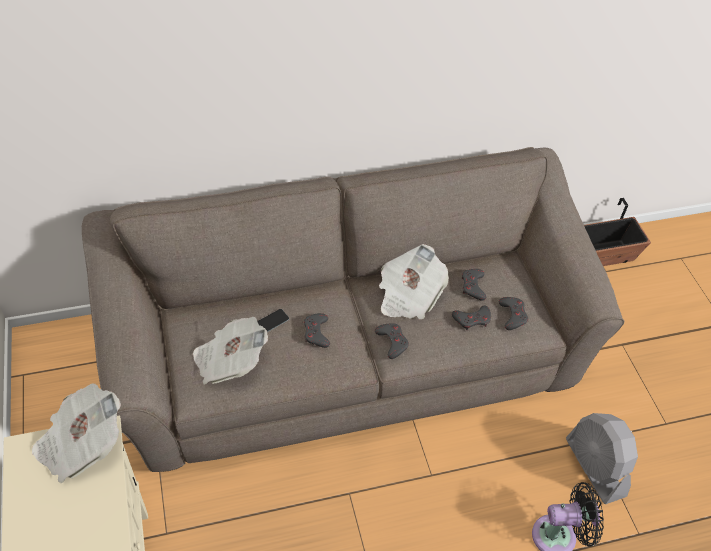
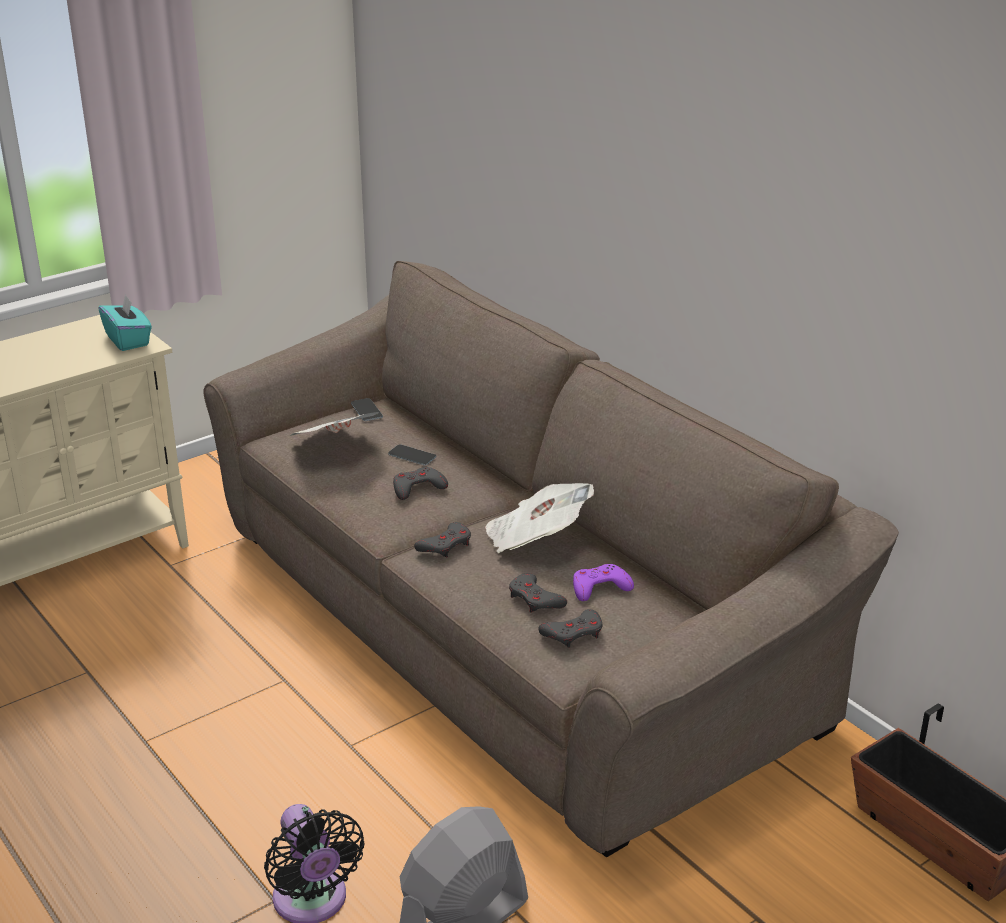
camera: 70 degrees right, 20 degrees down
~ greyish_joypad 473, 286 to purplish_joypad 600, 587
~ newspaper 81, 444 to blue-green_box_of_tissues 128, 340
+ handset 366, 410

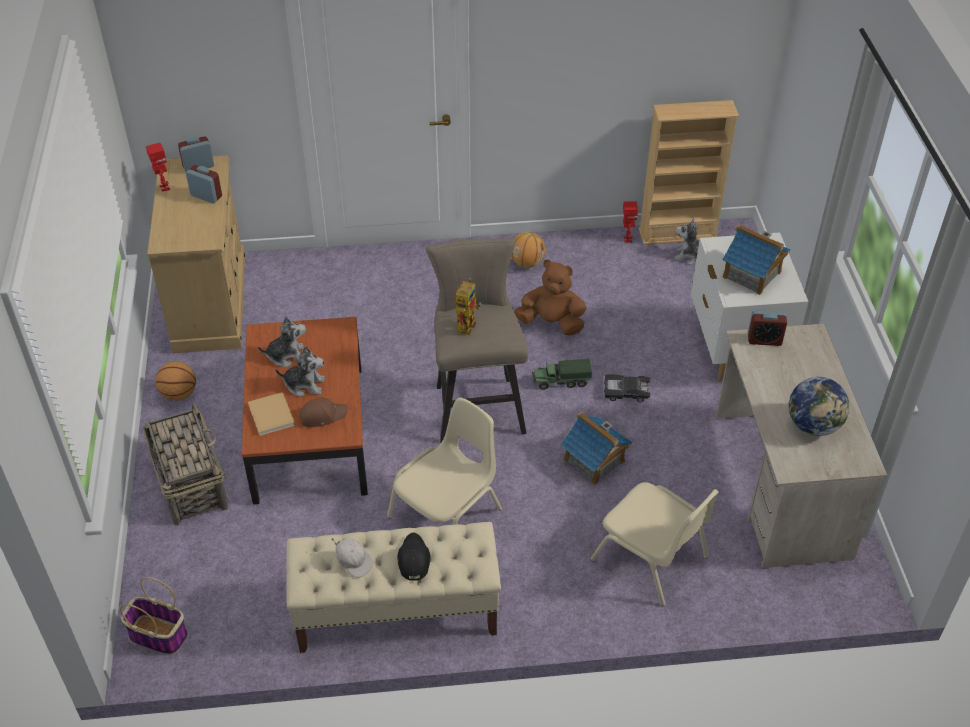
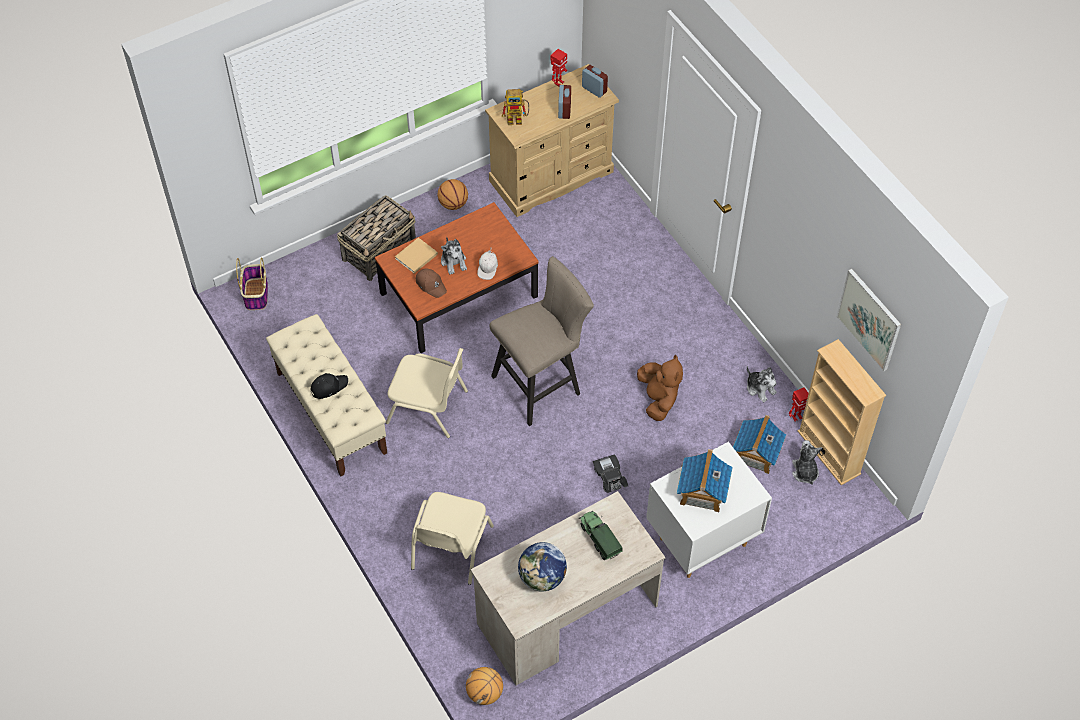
camera: 65 degrees right, 10 degrees up
~ ball_for_basketball 527, 263 to 485, 693
~ model_robot 466, 323 to 518, 119
- bedside_clock 764, 340
~ plush_toy 286, 355 to 760, 388
~ toy_lorry 561, 381 to 599, 539
~ toy_house 594, 461 to 756, 454
~ white-coloured_cap 353, 562 to 488, 269
+ wall_art 869, 319

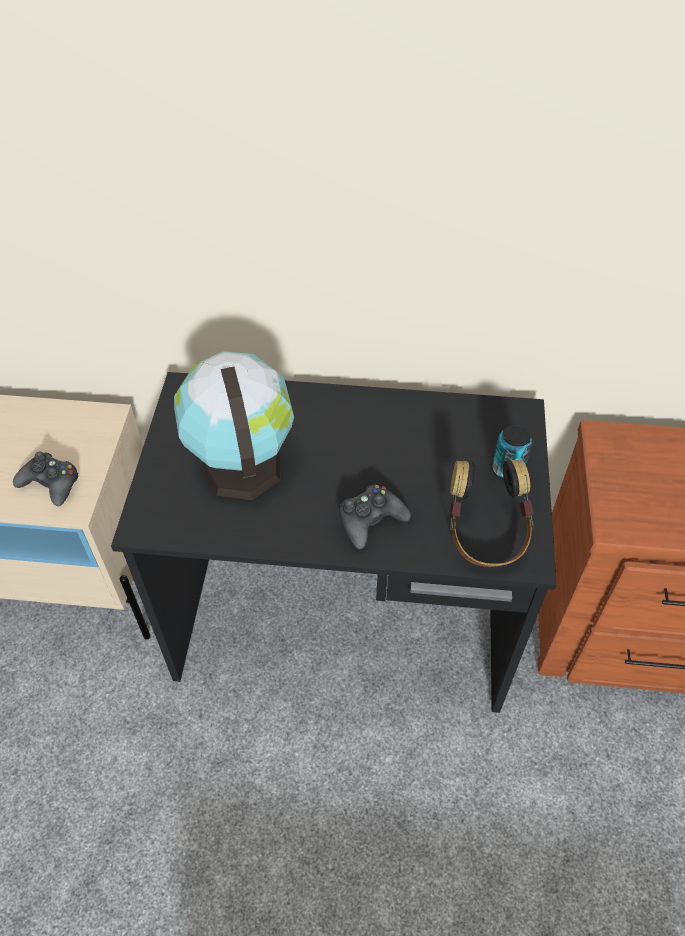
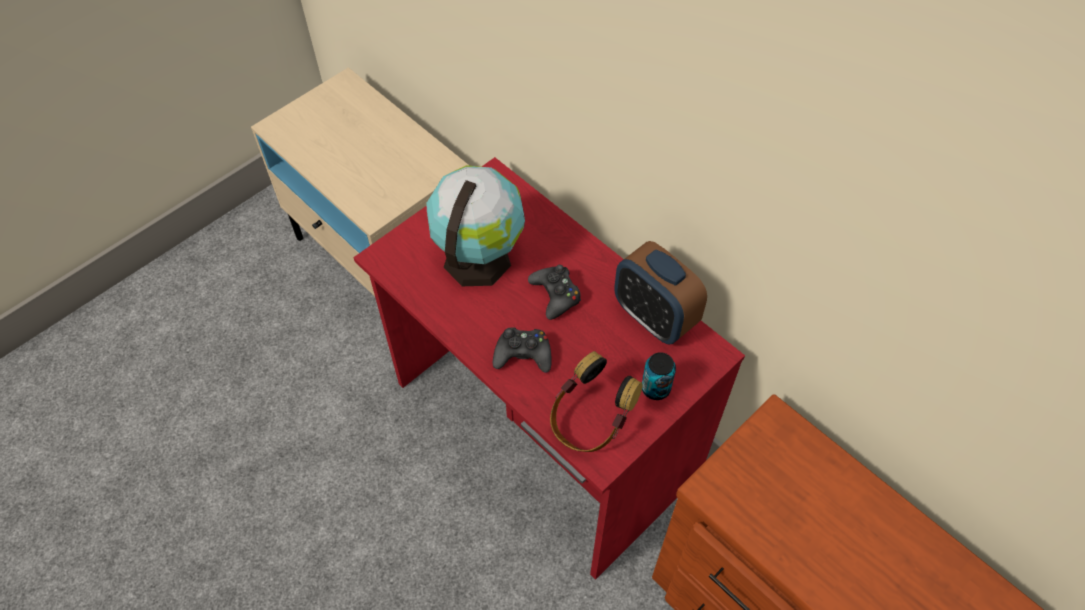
camera: 40 degrees right, 5 degrees up
~ black_desk 343, 623 to reddish_desk 543, 431
~ black_joypad 51, 483 to 555, 295
+ bedside_clock 654, 317

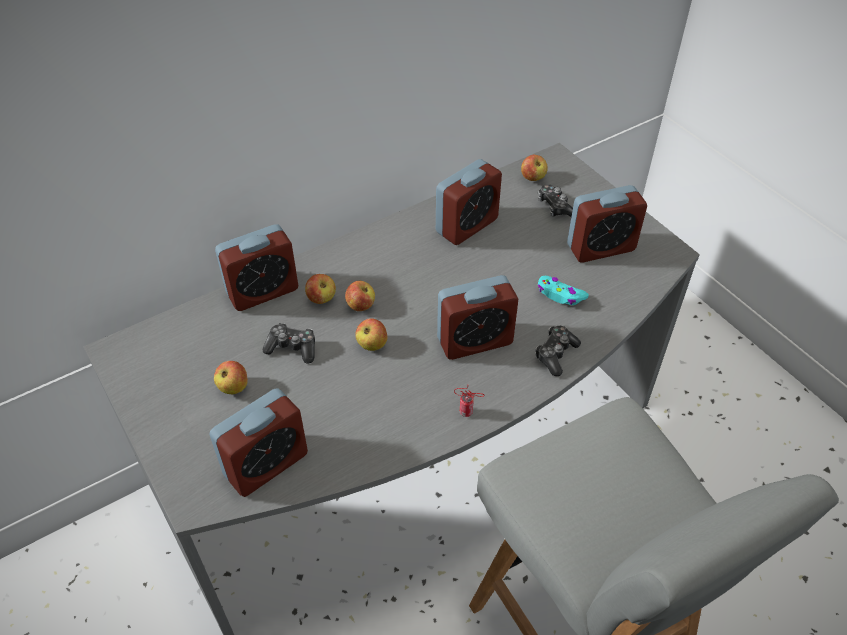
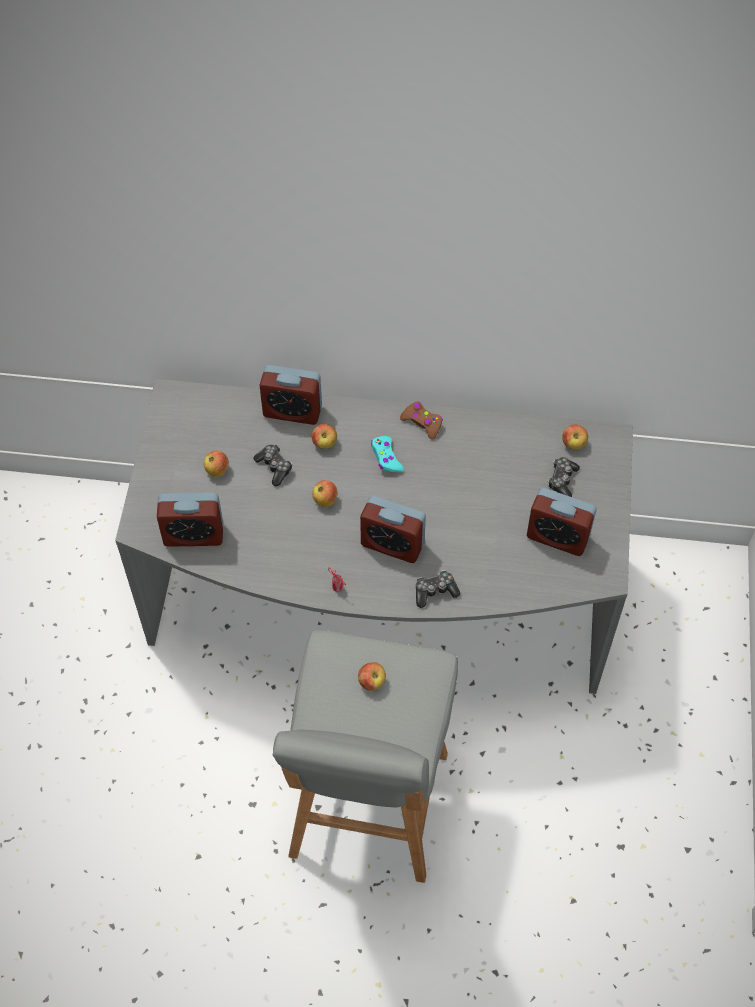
camera: 40 degrees right, 10 degrees up
- bedside_clock 467, 226
~ blue-green_joypad 560, 295 to 386, 458
~ apple 361, 305 to 371, 681
+ brownish_joypad 422, 422

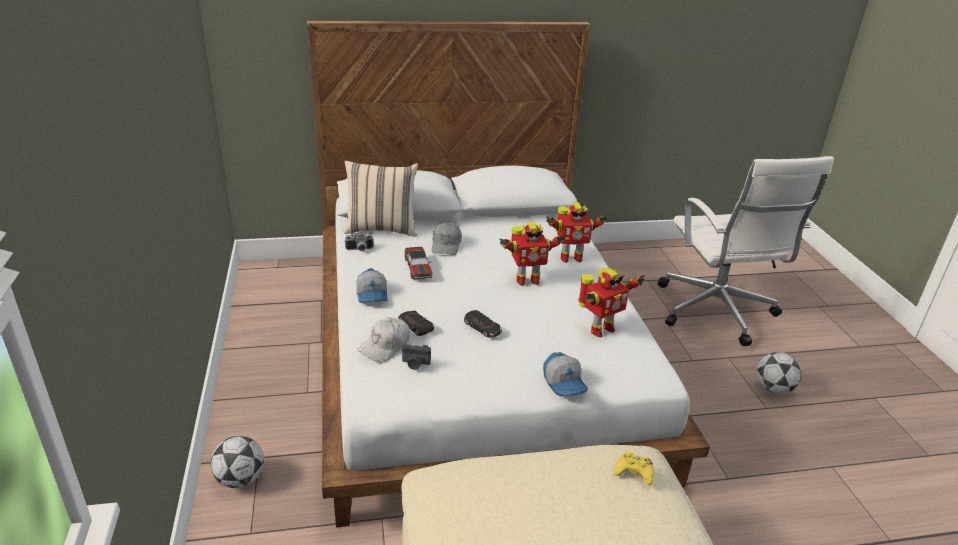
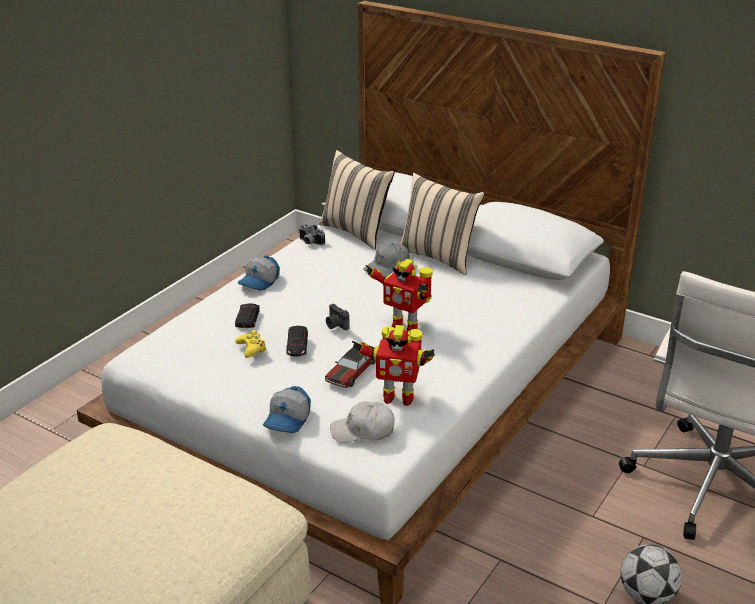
camera: 45 degrees right, 0 degrees up
- model_robot 570, 258
~ toy_car 418, 268 to 352, 372
~ white-coloured_cap 385, 345 to 363, 431
~ photo_camera 415, 364 to 336, 325
- football_ball 240, 479
~ yellow-coloured_joypad 634, 472 to 251, 348
+ beige_pillow 438, 257

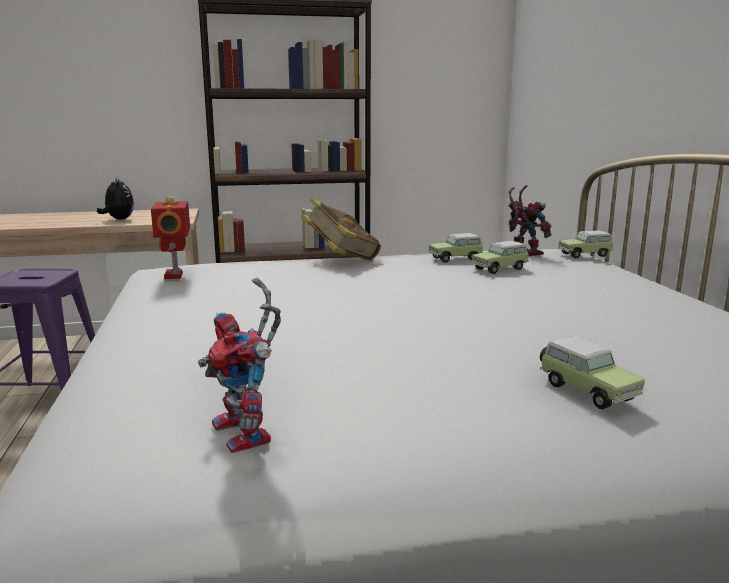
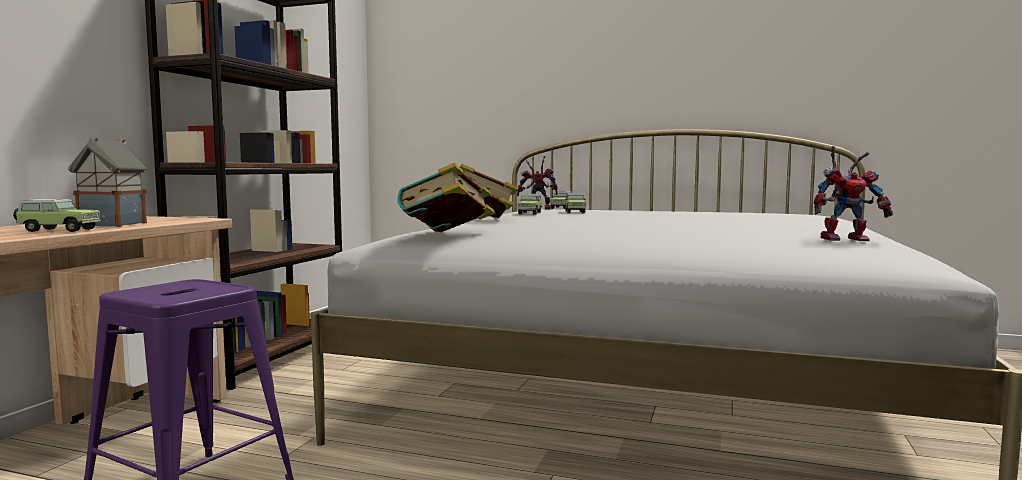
camera: 60 degrees left, 10 degrees down
~ plush_toy 118, 219 to toy_house 112, 225
~ model_robot 175, 275 to bound_book 447, 235
~ toy_car 585, 390 to 57, 230

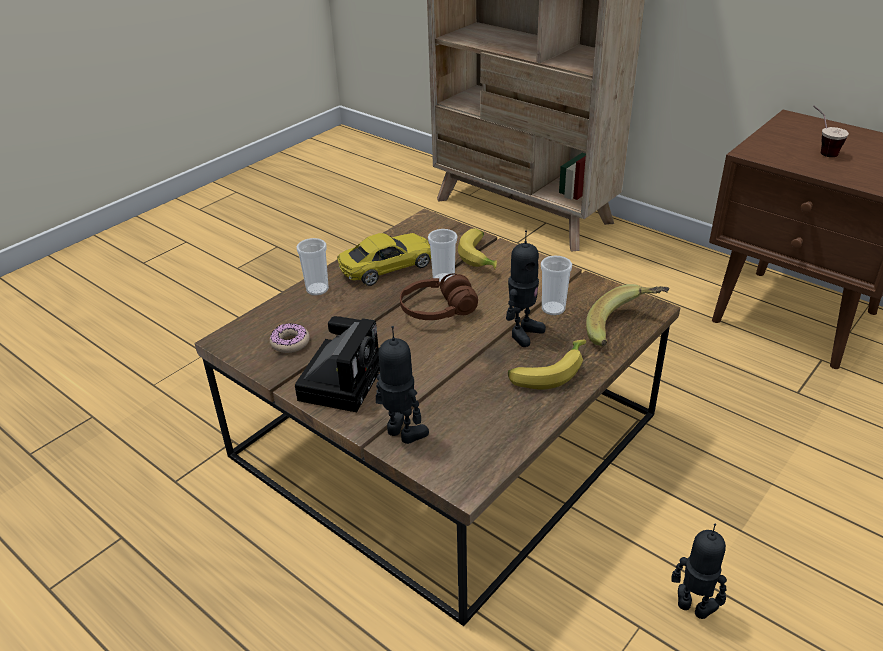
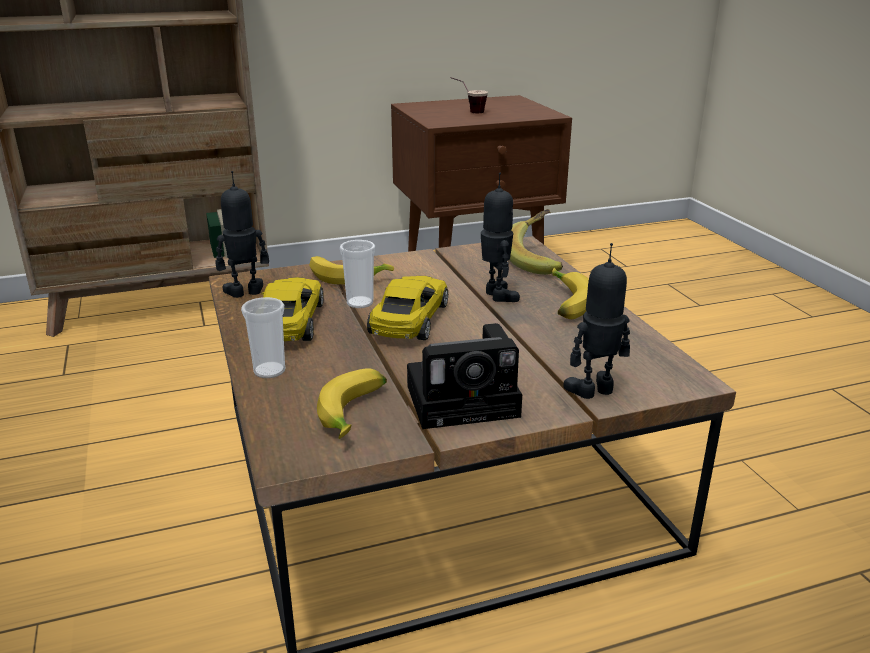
camera: 60 degrees left, 10 degrees down
- cup 553, 309
~ brownish_headphones 438, 310 to yellow-coloured_toy_car 409, 320
~ photo_camera 342, 379 = 467, 400 120 degrees clockwise
~ ring_doughnut 290, 343 to banana_fruit 356, 415
~ model_robot 693, 607 to 245, 293

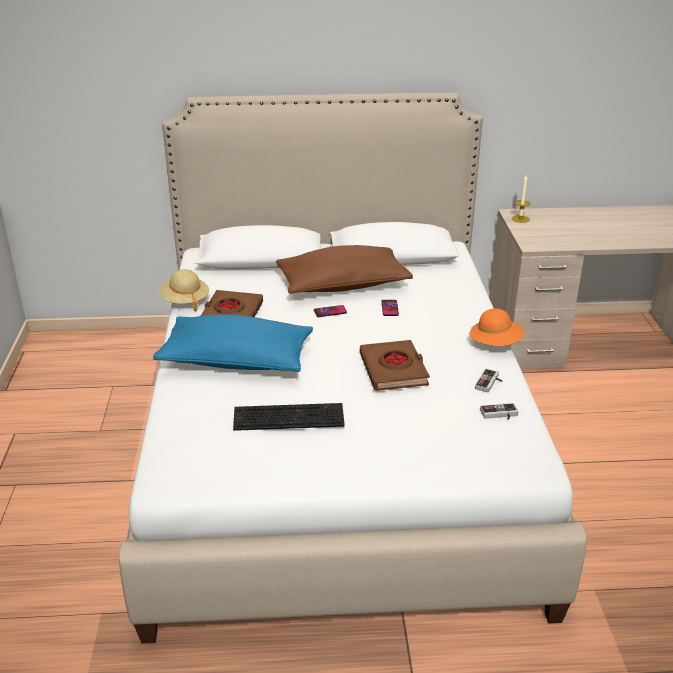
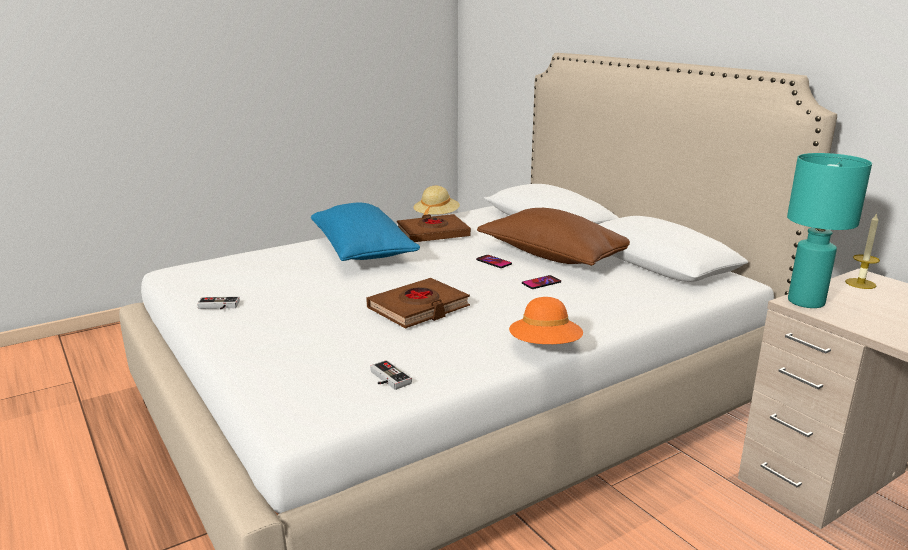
camera: 60 degrees right, 10 degrees down
~ joypad 490, 383 to 218, 306
- keyboard 290, 416
+ blue-green_lamp_for_a_table 805, 301

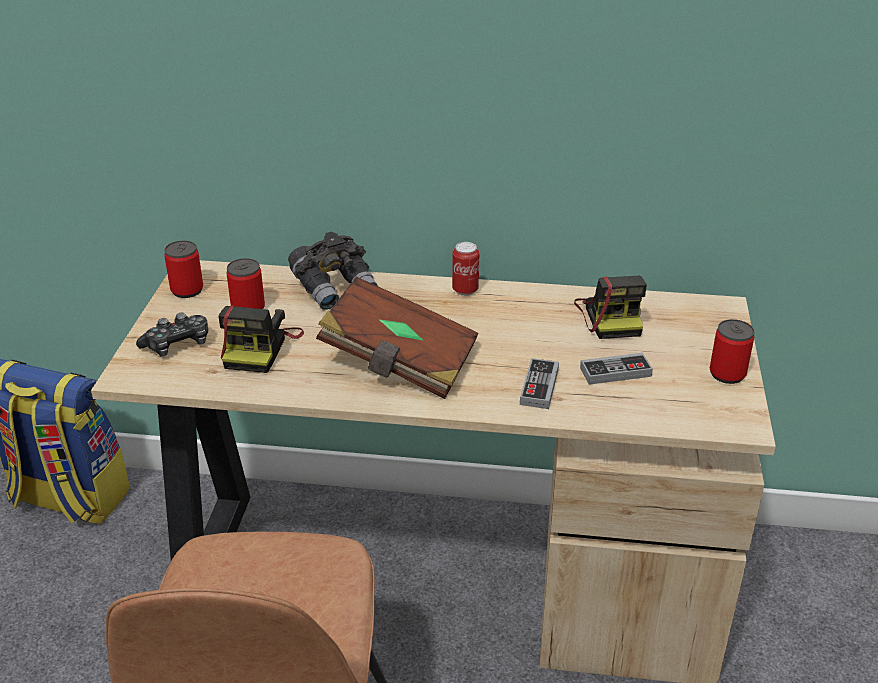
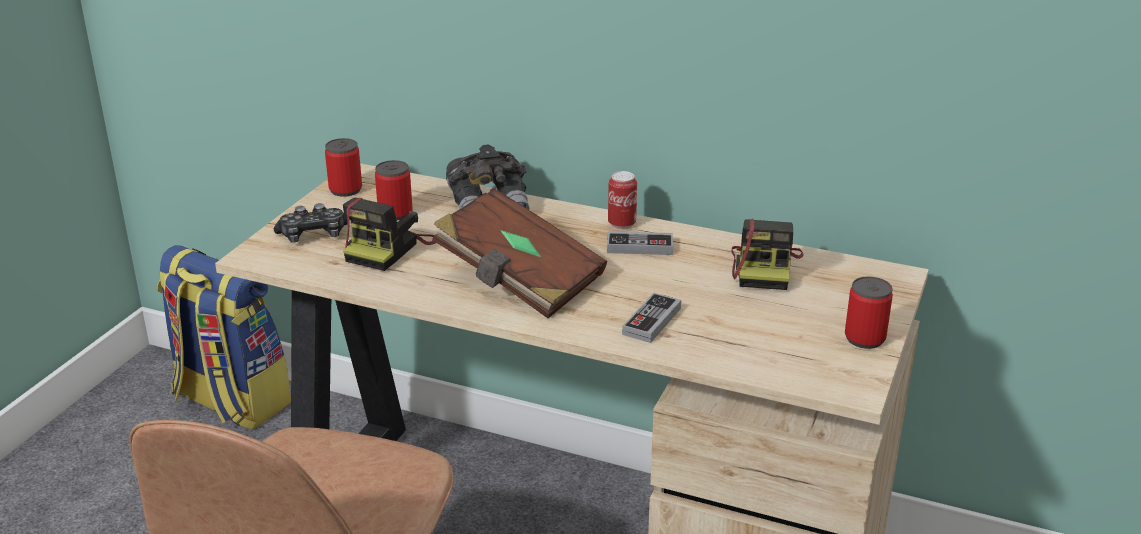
camera: 15 degrees right, 5 degrees down
~ joypad 615, 372 to 639, 247

